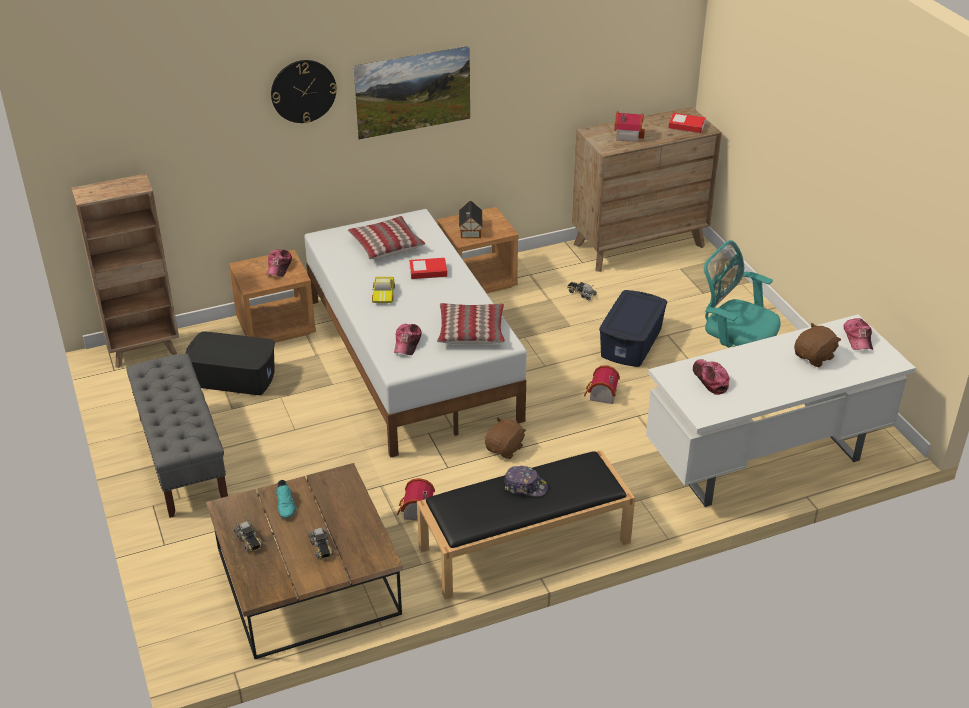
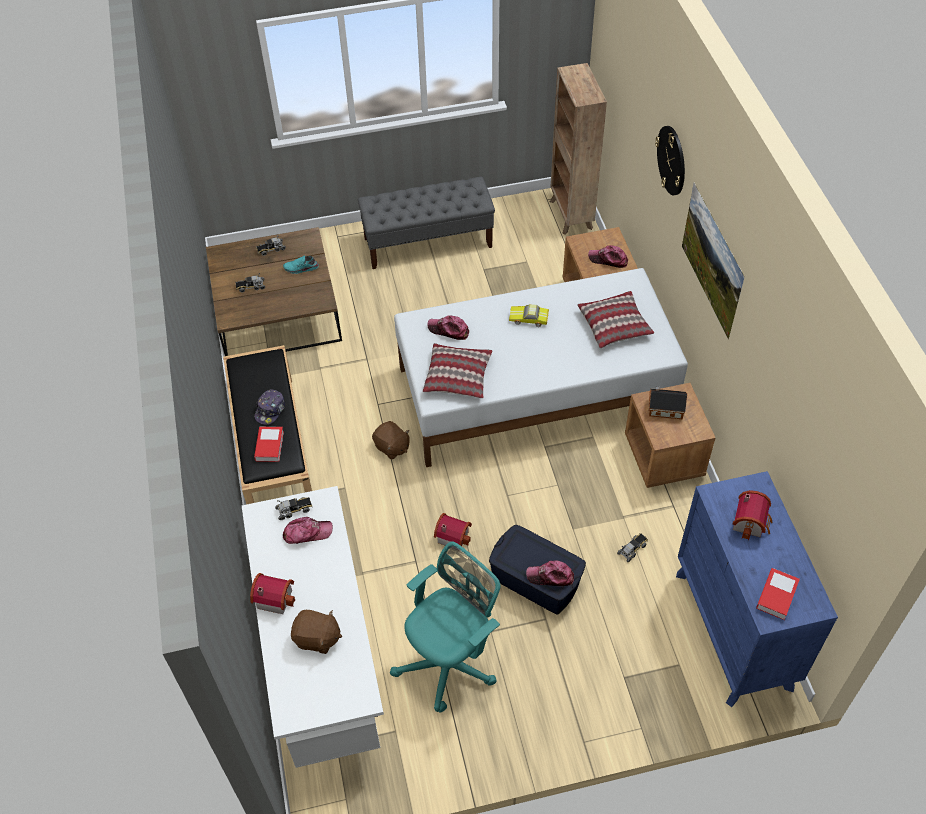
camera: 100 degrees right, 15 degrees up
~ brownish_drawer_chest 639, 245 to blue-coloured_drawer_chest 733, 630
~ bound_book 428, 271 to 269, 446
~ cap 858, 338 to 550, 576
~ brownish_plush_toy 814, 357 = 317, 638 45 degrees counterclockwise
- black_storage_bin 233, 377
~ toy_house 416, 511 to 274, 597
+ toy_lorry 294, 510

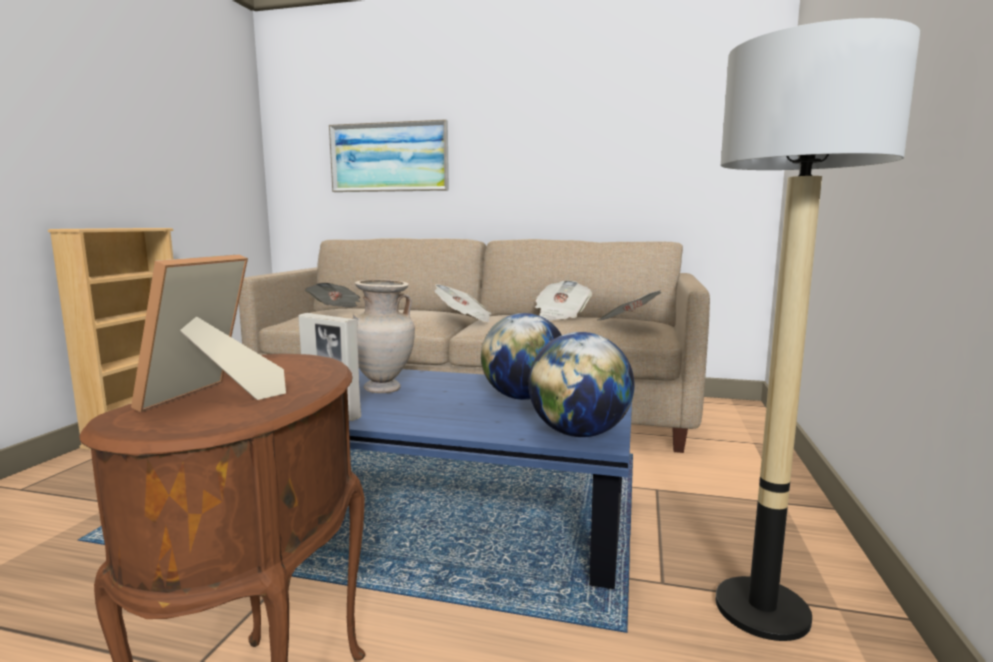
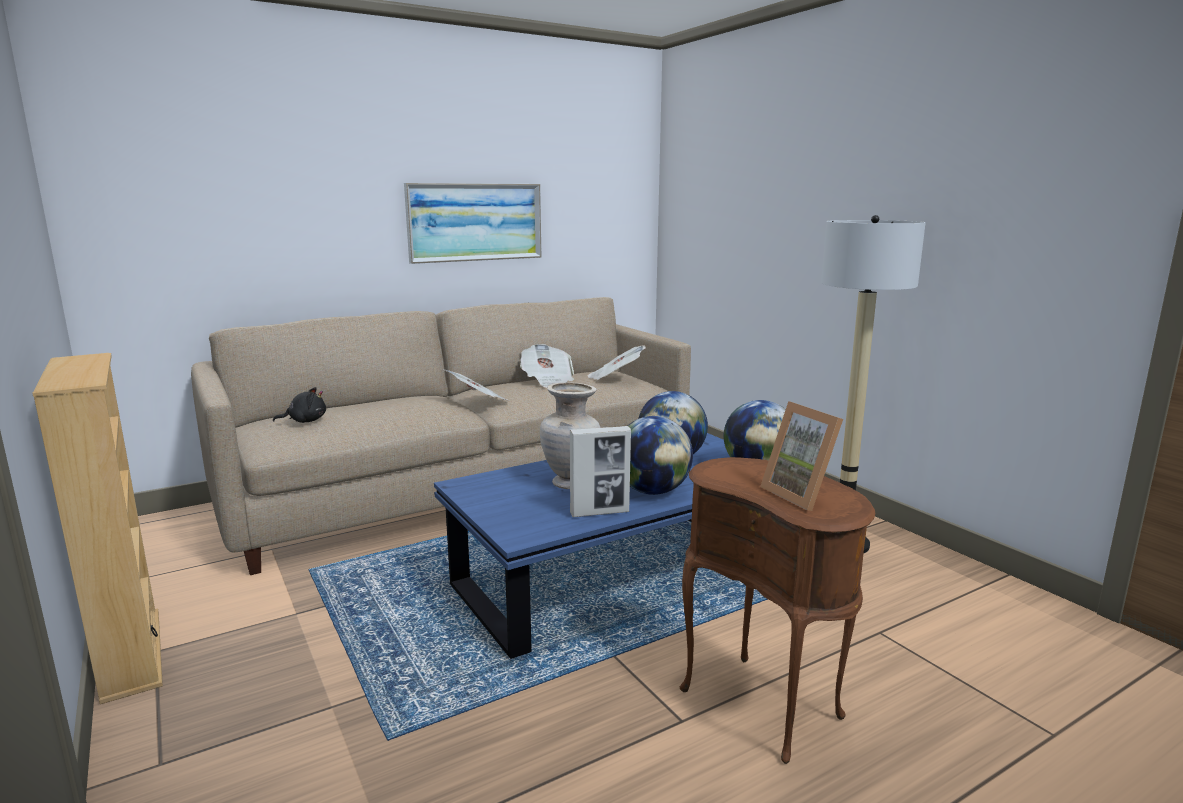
camera: 45 degrees left, 5 degrees up
~ wall_art 389, 157 to 475, 222
~ newspaper 336, 311 to black_plush_toy 305, 421
+ world_globe 652, 491

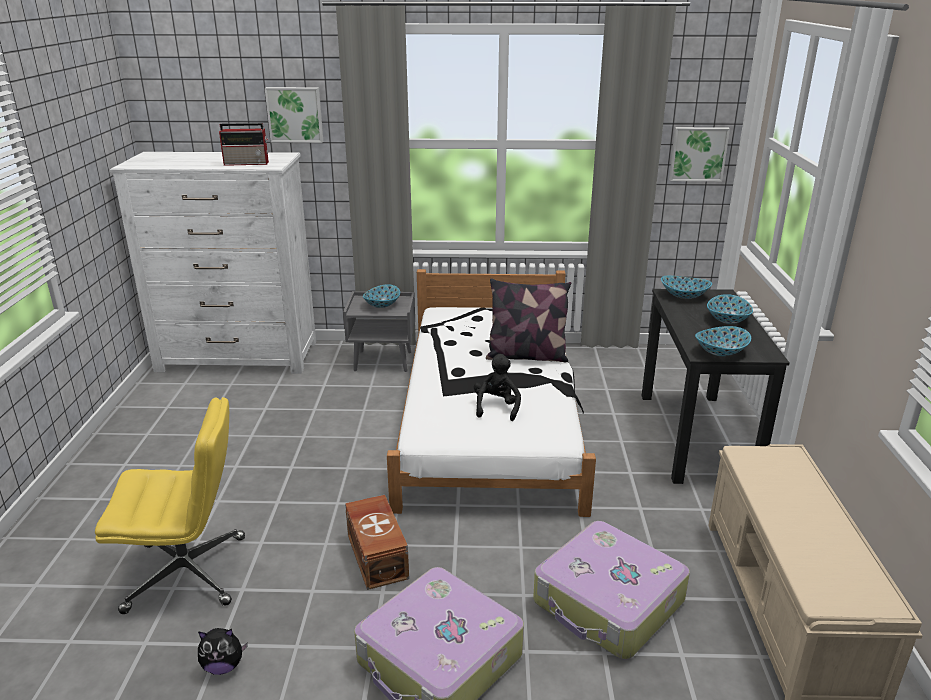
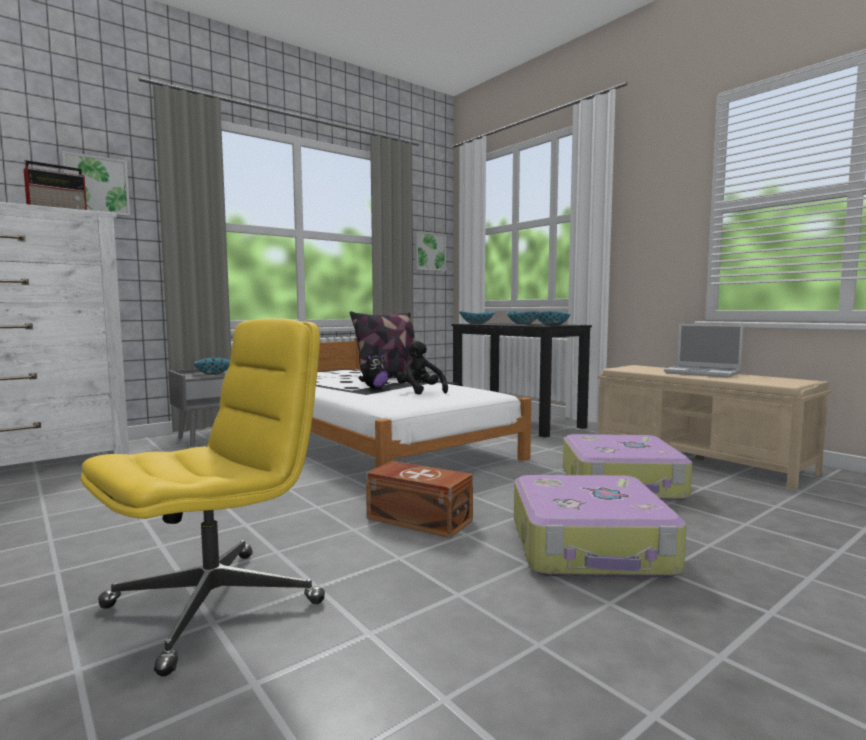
camera: 40 degrees left, 20 degrees down
~ plush_toy 223, 666 to 375, 388
+ laptop 703, 373

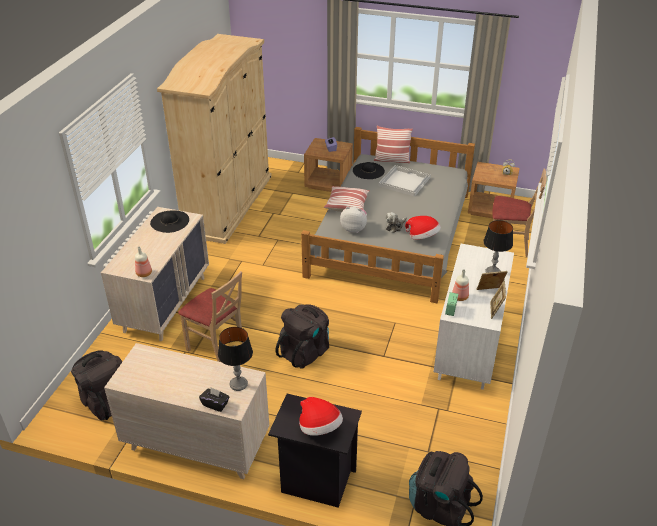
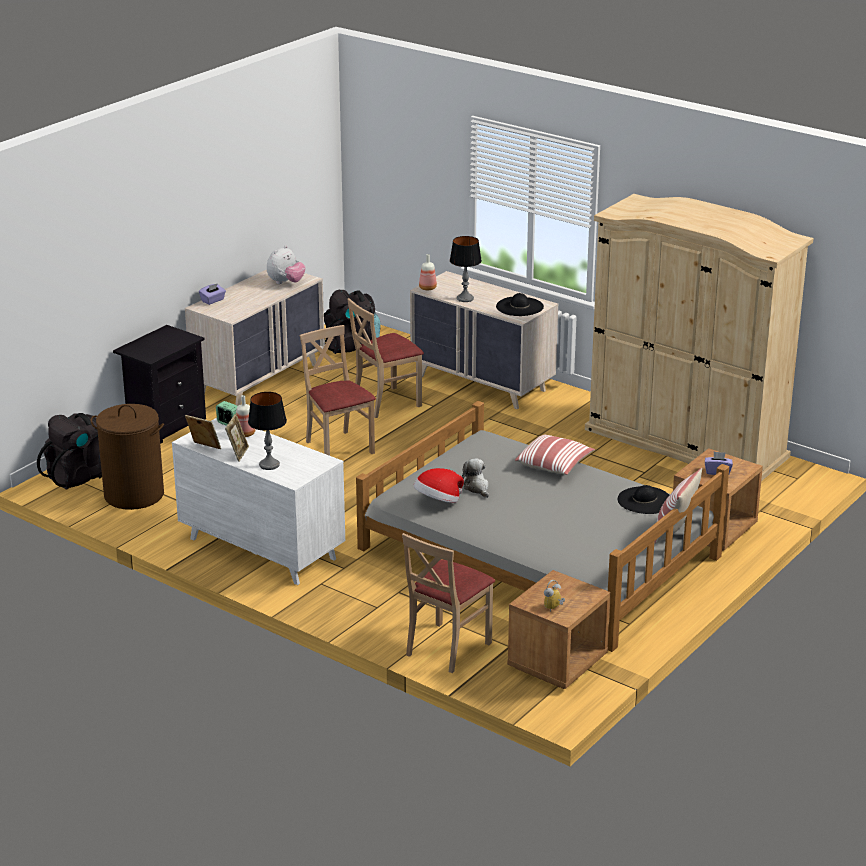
camera: 110 degrees right, 10 degrees down
- white-coloured_tray 404, 181
~ plush_toy 354, 229 to 286, 283
~ black_rucksack 305, 352 to beige_chair 338, 448
~ lamp_for_a_table 238, 384 to 465, 298
~ black_box_of_tissues 215, 404 to purplish_box_of_tissues 213, 300
- hat 320, 428
+ brownish_laundry_basket 133, 495

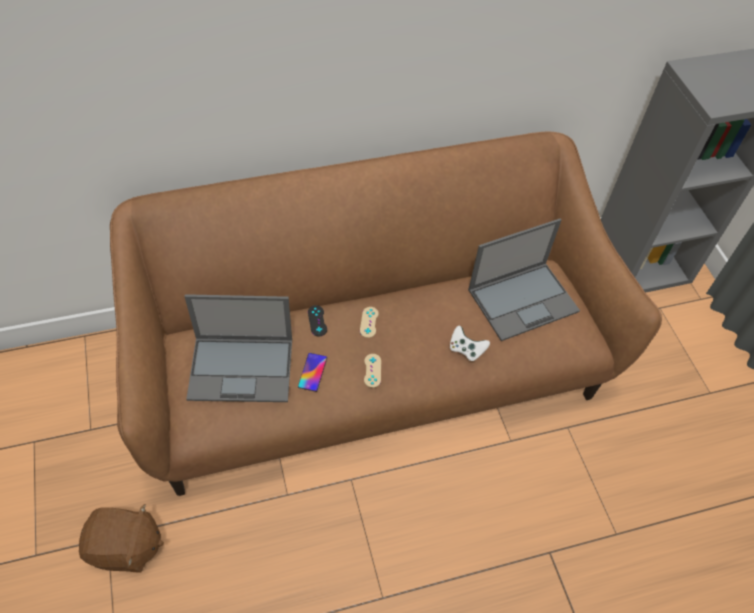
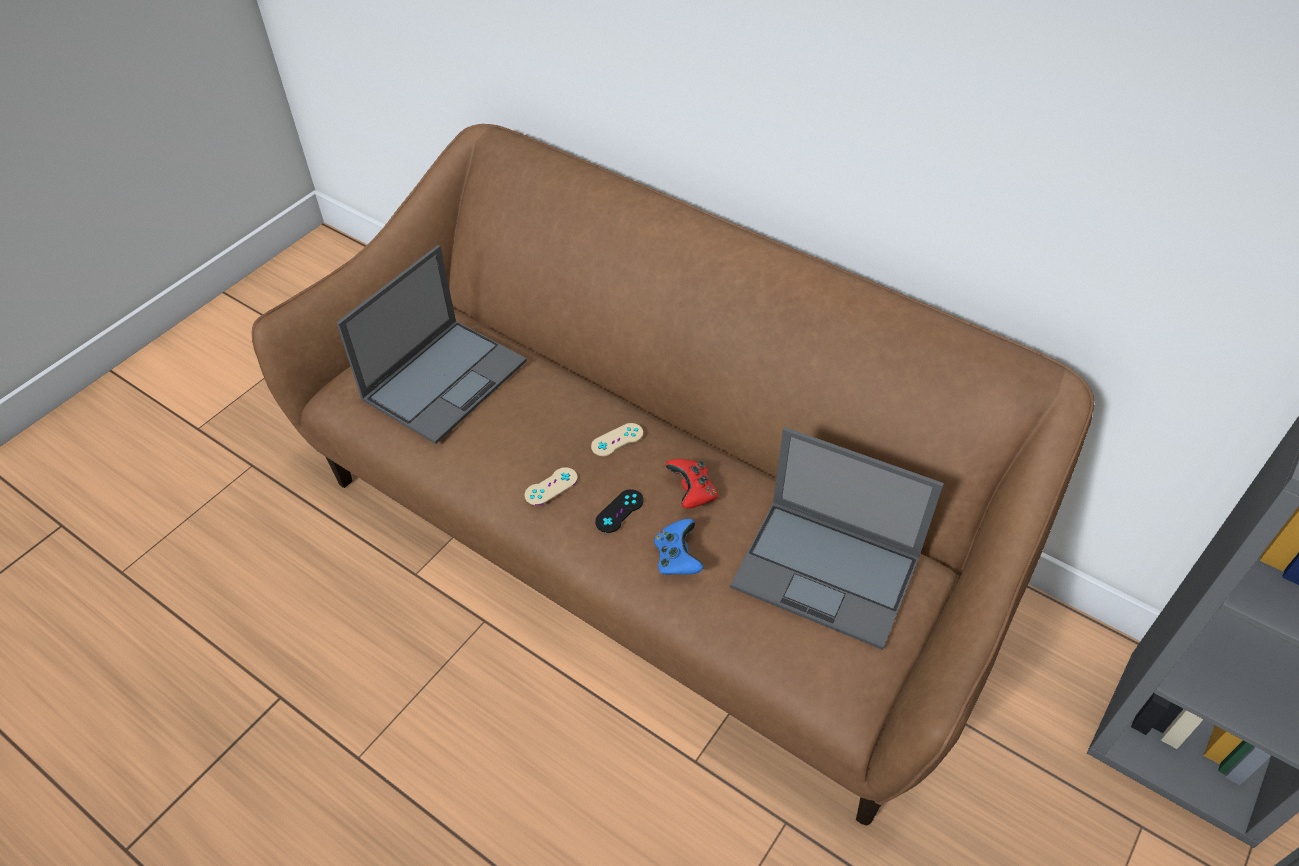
camera: 55 degrees right, 5 degrees down
~ laptop 242, 368 = 446, 379 105 degrees counterclockwise
~ black_joypad 317, 321 to 619, 511
~ white-coloured_joypad 466, 349 to blue-coloured_joypad 677, 558
- handset 312, 372
- brownish_plush_toy 125, 548
+ reddish_joypad 692, 492

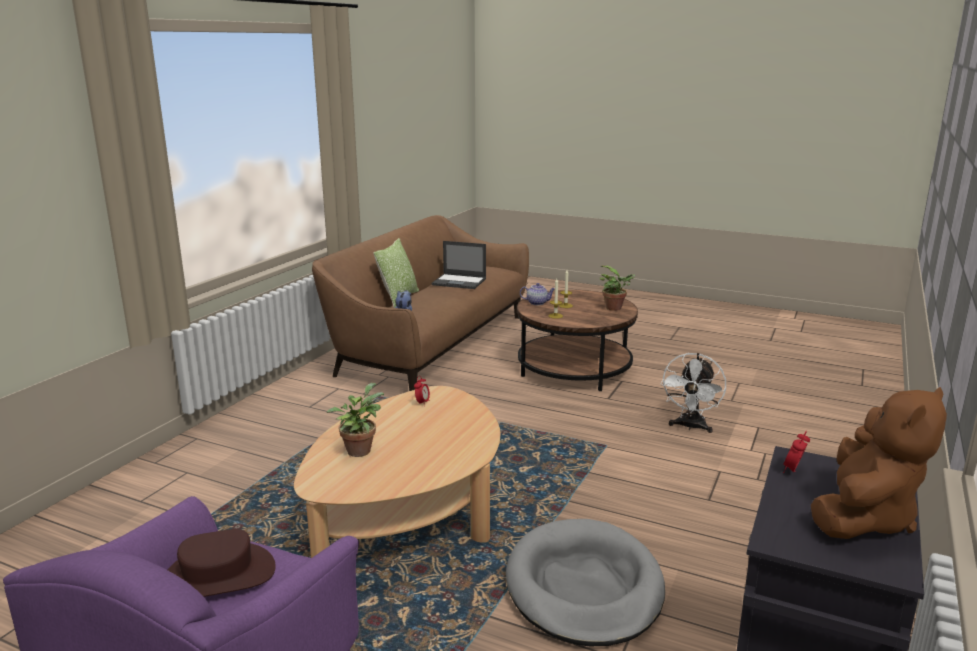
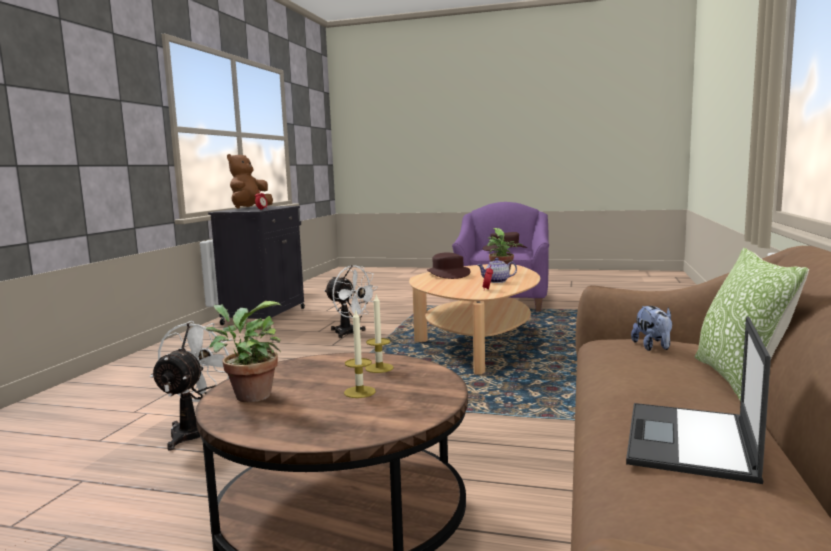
camera: 170 degrees right, 10 degrees down
~ laptop 459, 282 = 690, 442 75 degrees counterclockwise
~ tea_pot 537, 303 to 497, 281
~ greyish_dog_bed 584, 587 to white-coloured_fan 350, 333
+ brownish_hat 448, 274

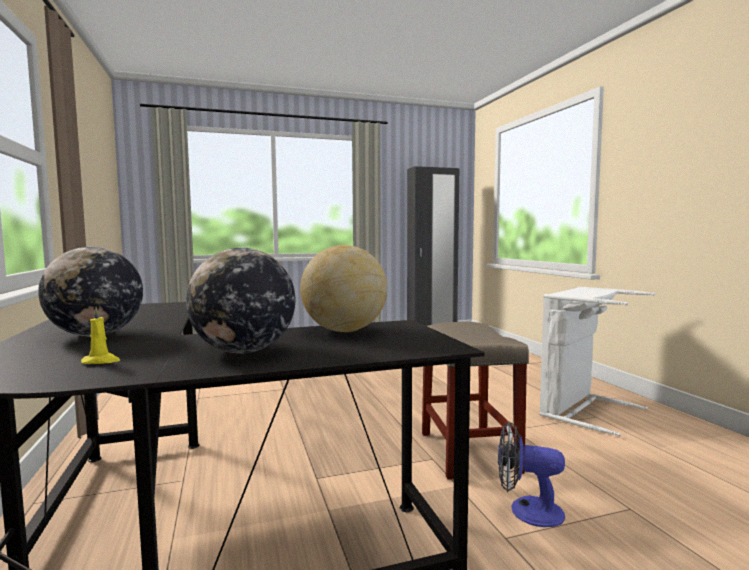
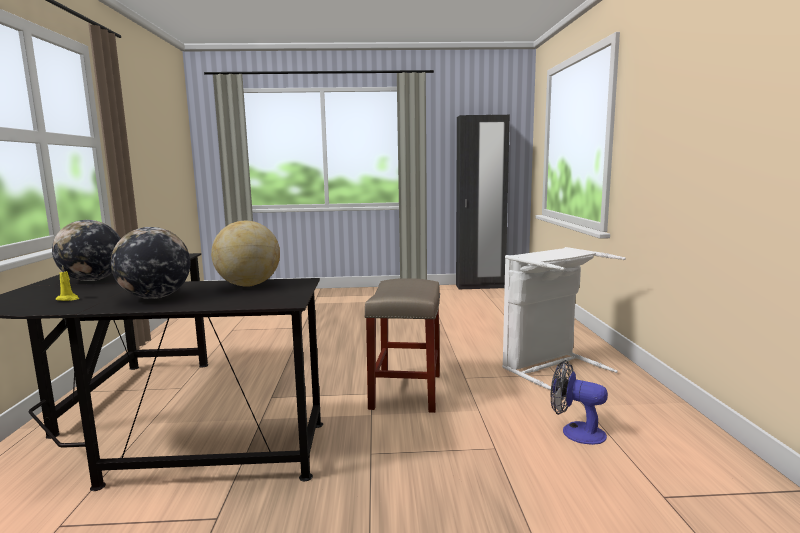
camera: 15 degrees right, 5 degrees up
~ fan 527, 510 to 575, 431

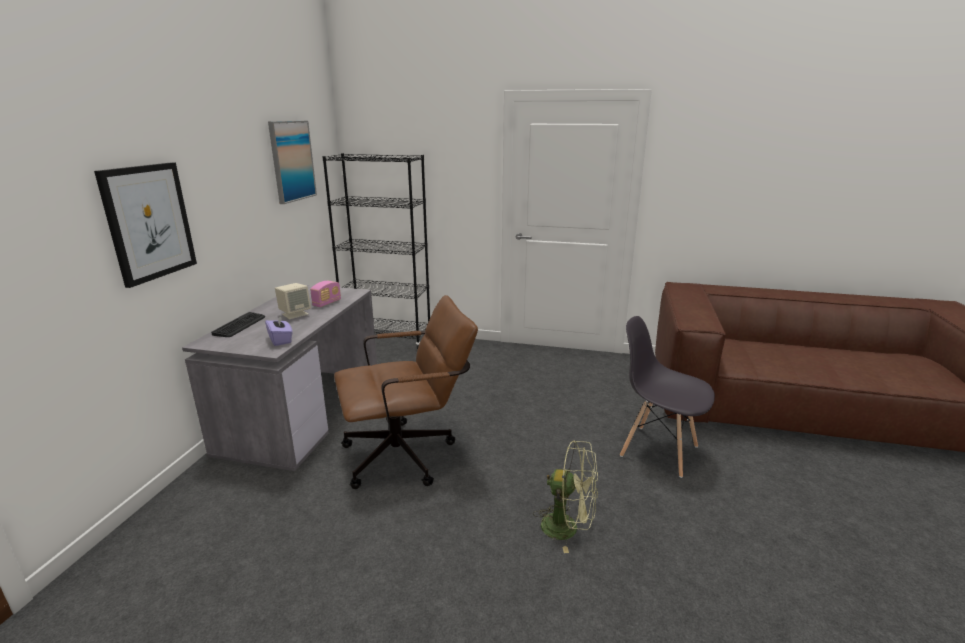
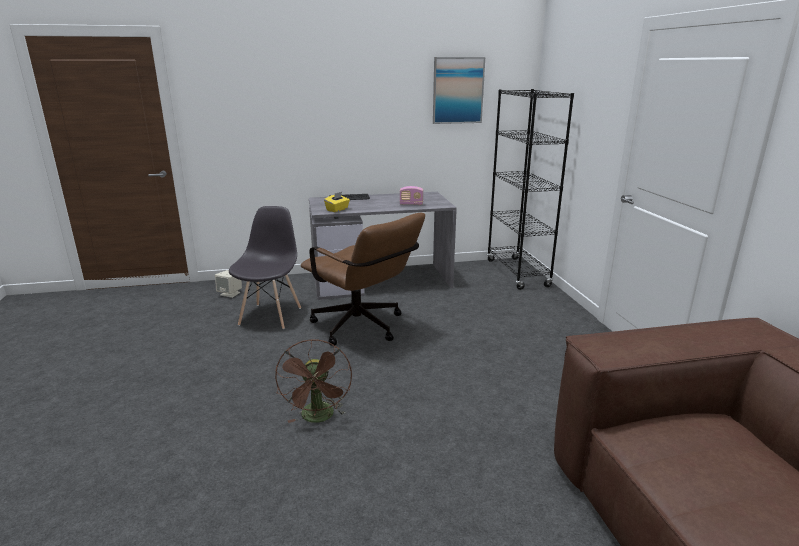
camera: 65 degrees right, 0 degrees up
- wall_art 149, 222
~ beige_speaker 295, 314 to 230, 294
~ purplish_box_of_tissues 281, 340 to yellow-coloured_box_of_tissues 337, 209
~ greyish_chair 657, 450 to 271, 316
~ green-coloured_fan 568, 528 to brownish_fan 318, 418

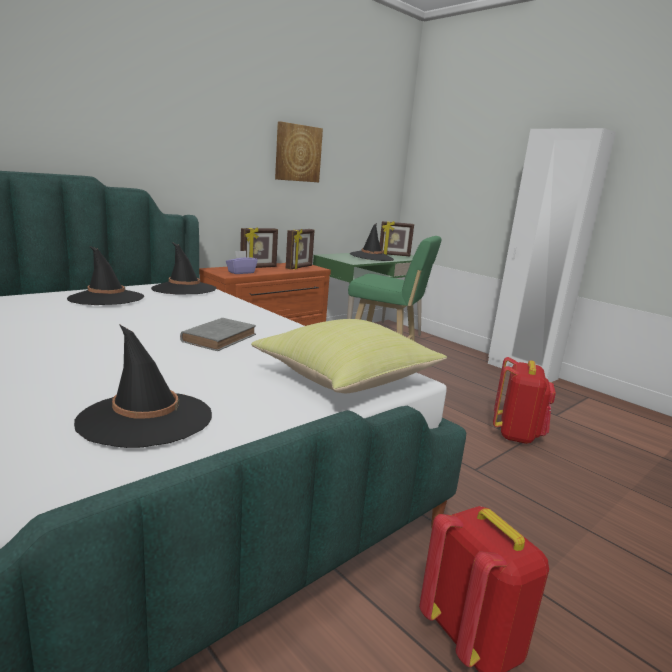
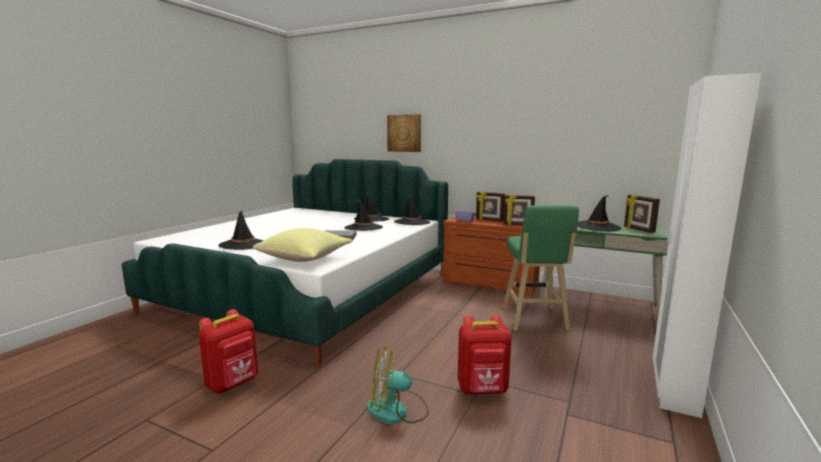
camera: 70 degrees right, 5 degrees down
~ wall_art 297, 153 to 404, 133
+ black_hat 363, 228
+ fan 397, 411

